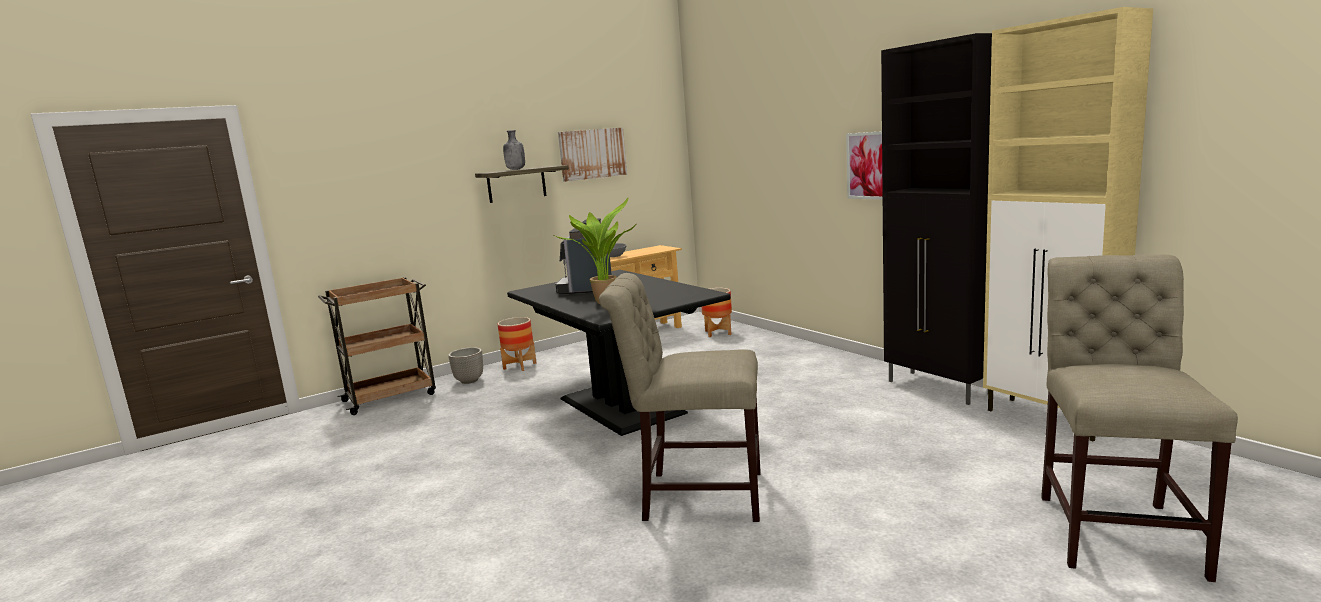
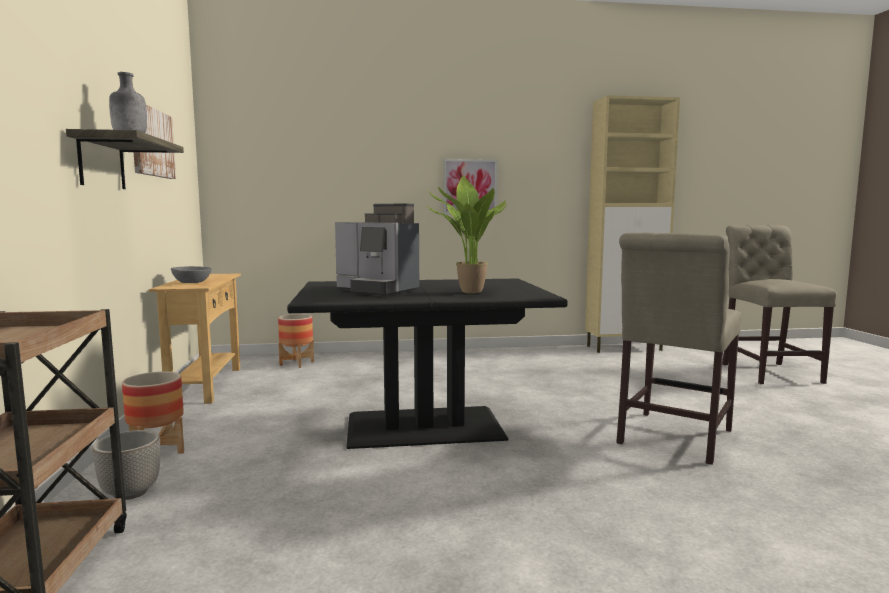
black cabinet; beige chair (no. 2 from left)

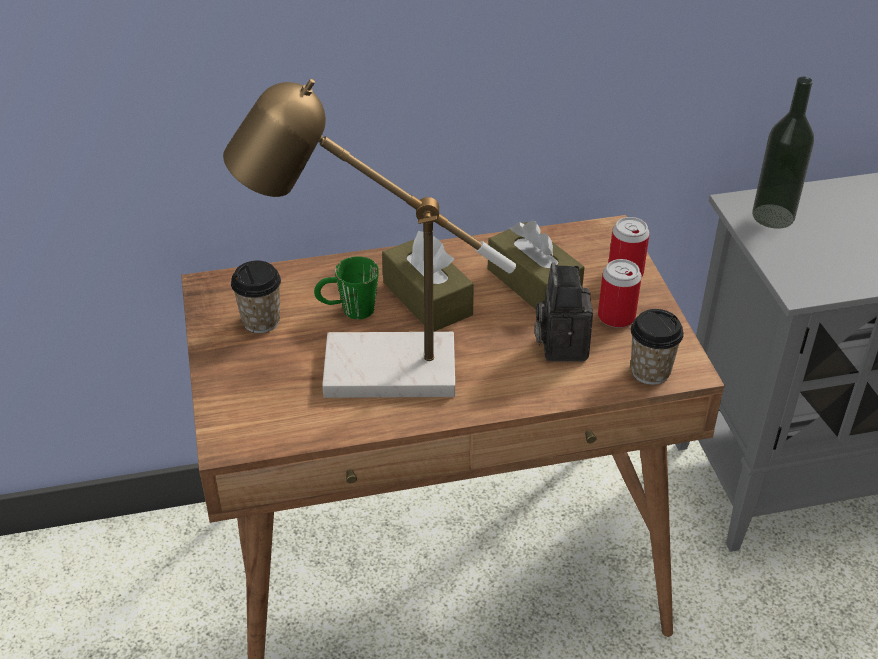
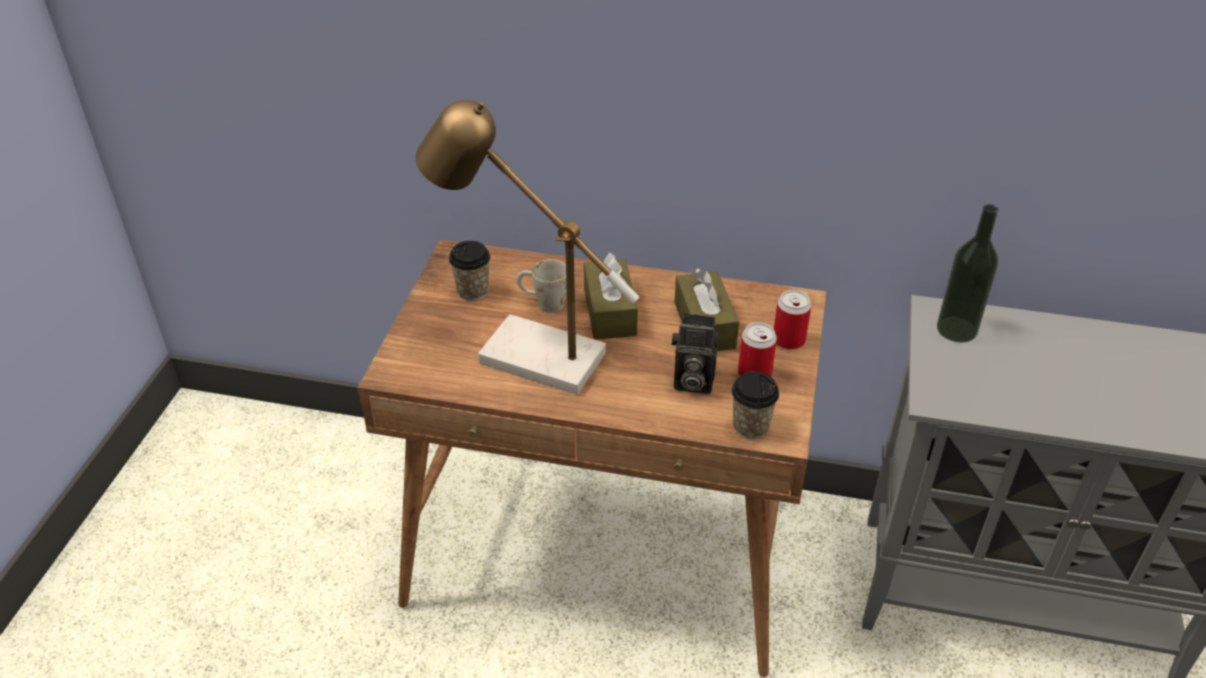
white mug; photo camera

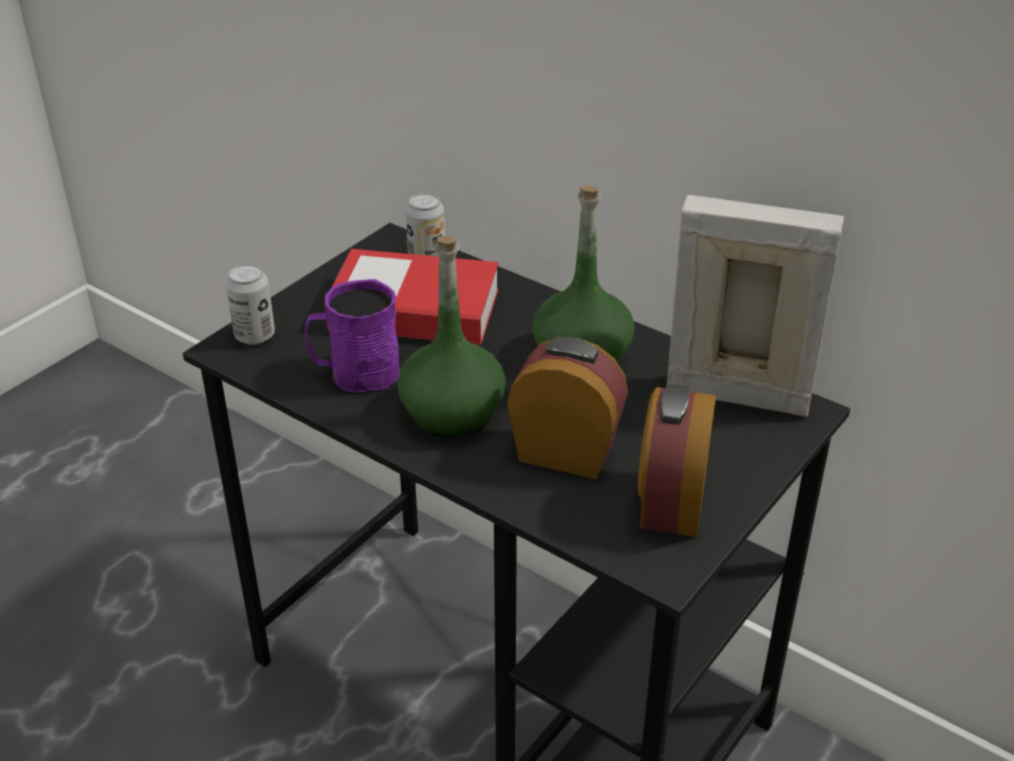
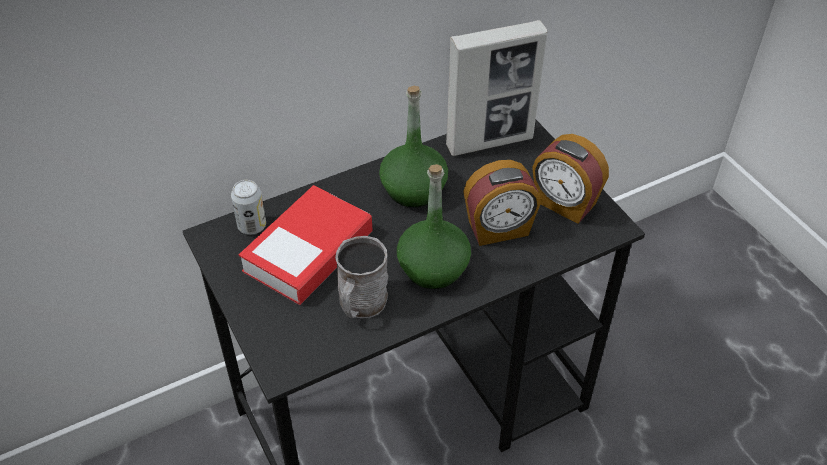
can (no. 1 from left in the first image); grey mug; alarm clock (no. 1 from left); picture frame

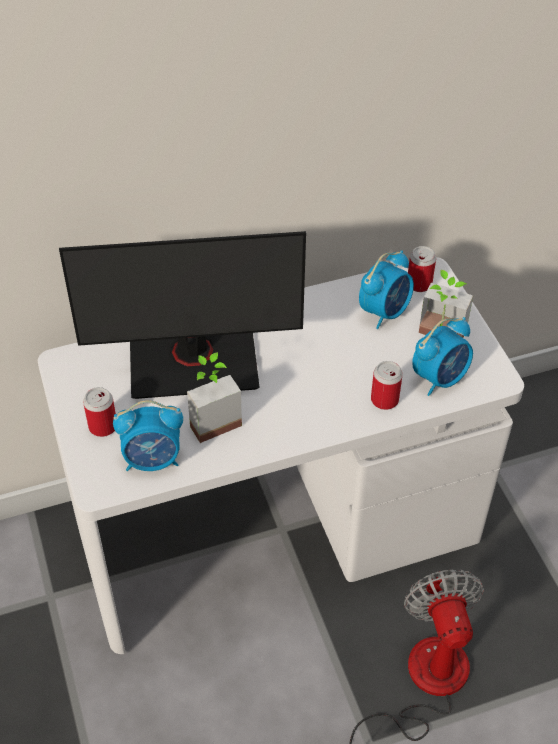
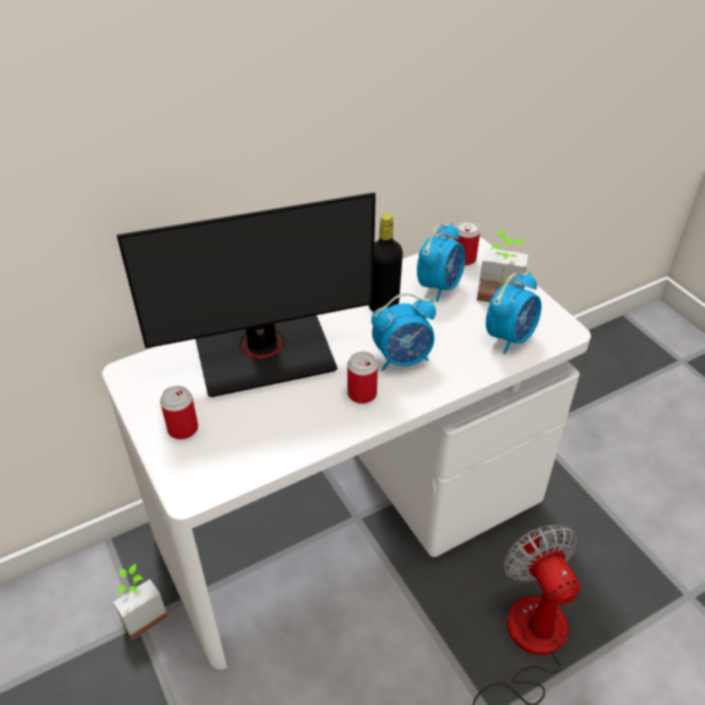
alarm clock (no. 1 from left); potted plant (no. 1 from left); can (no. 2 from left); black bottle

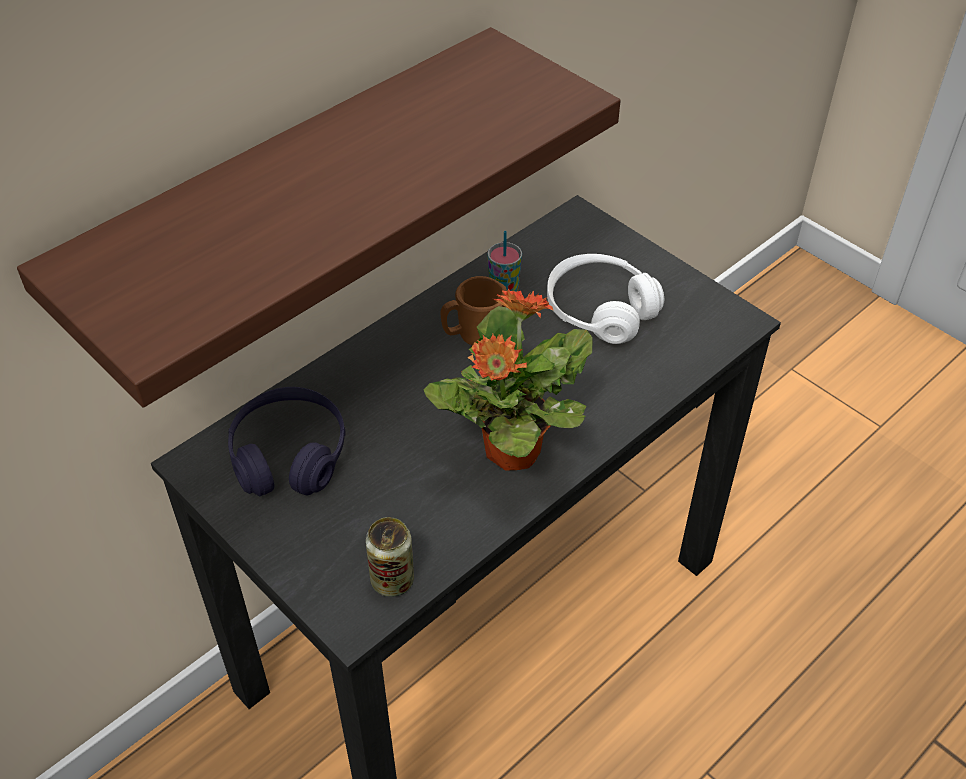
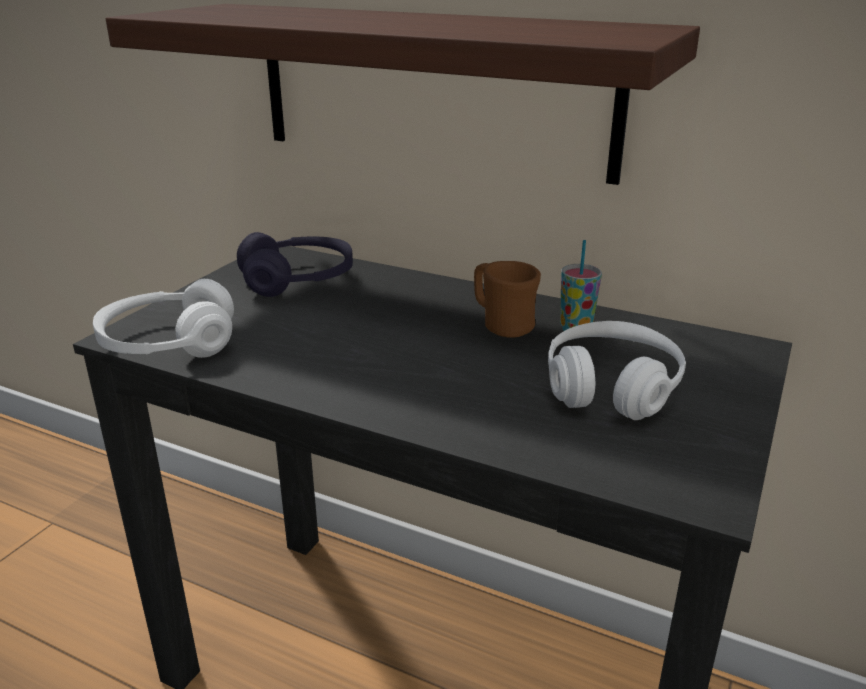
white headphones (no. 1 from left); potted plant

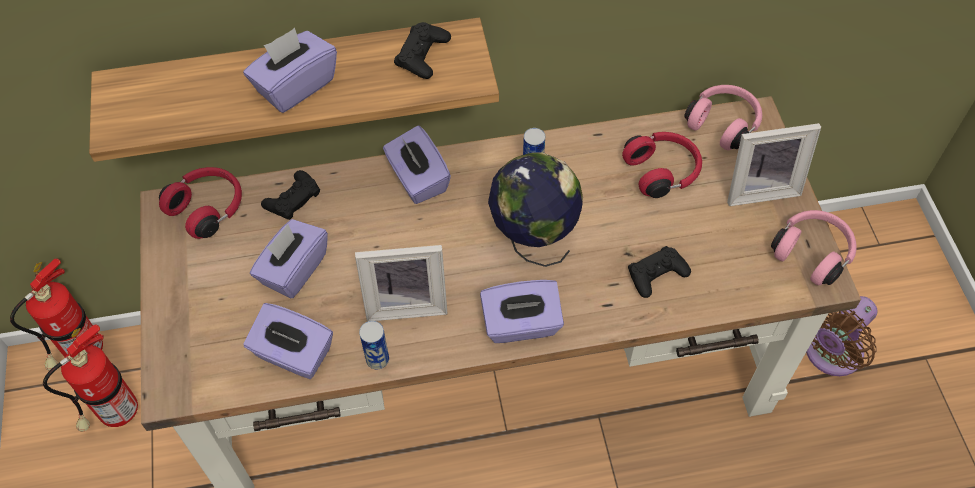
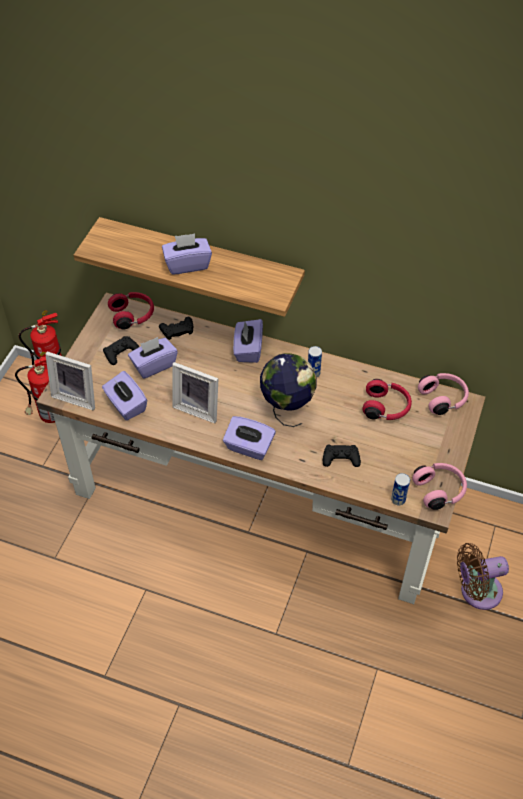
can (no. 2 from left); black game controller (no. 1 from left); picture frame (no. 1 from left)

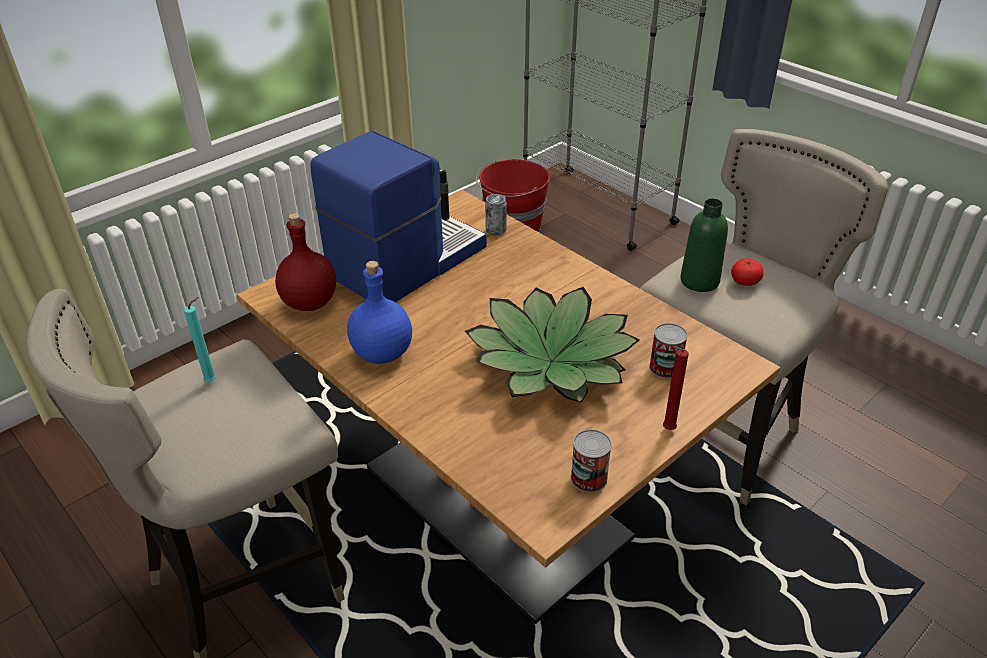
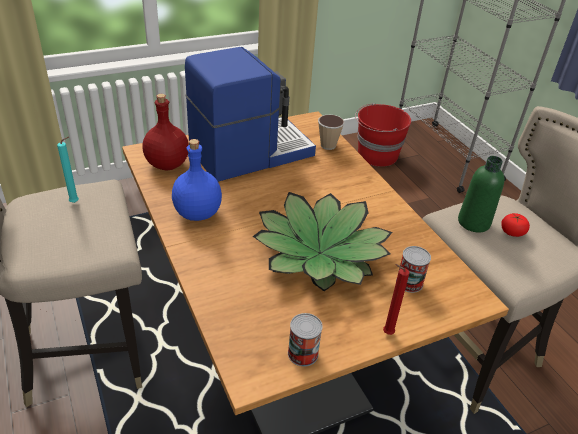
cup

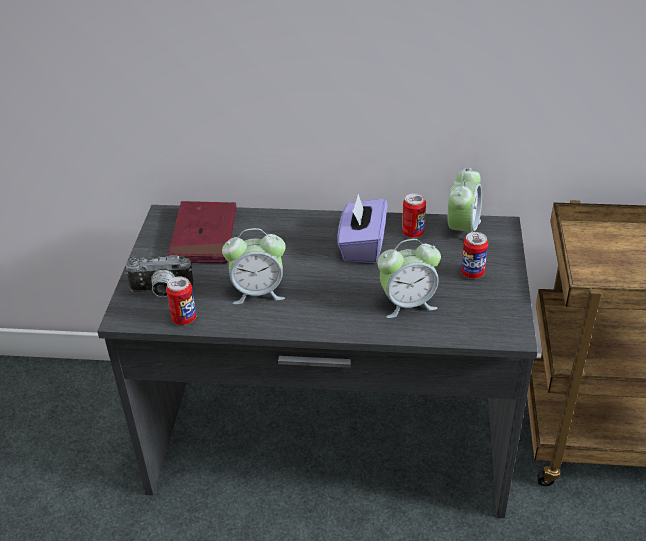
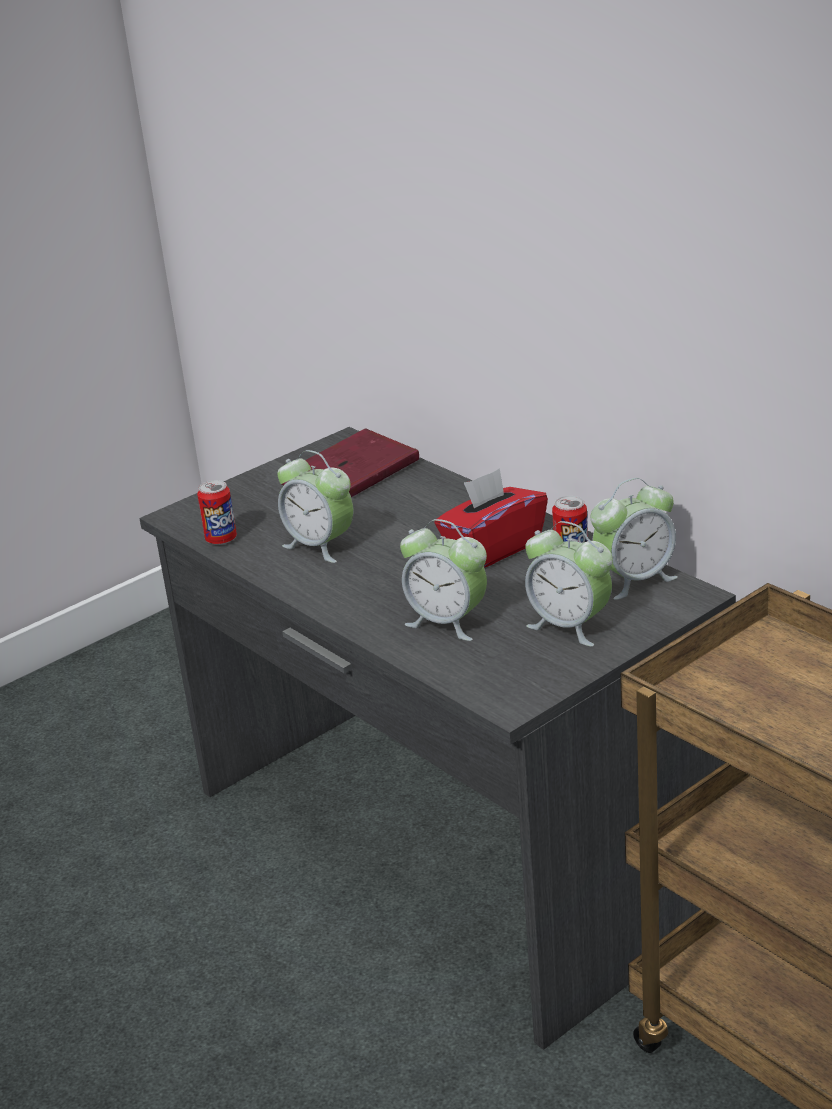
photo camera; red tissue box; alarm clock (no. 3 from left)

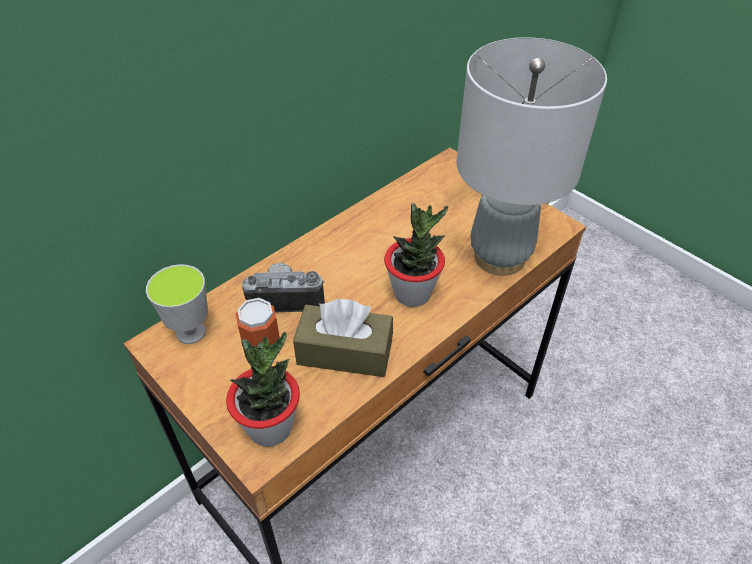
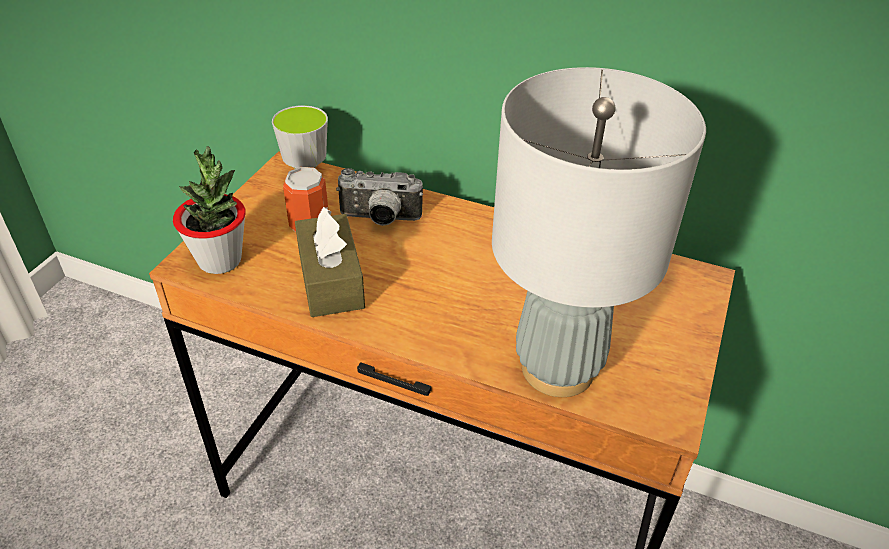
photo camera; potted plant (no. 2 from left in the first image)

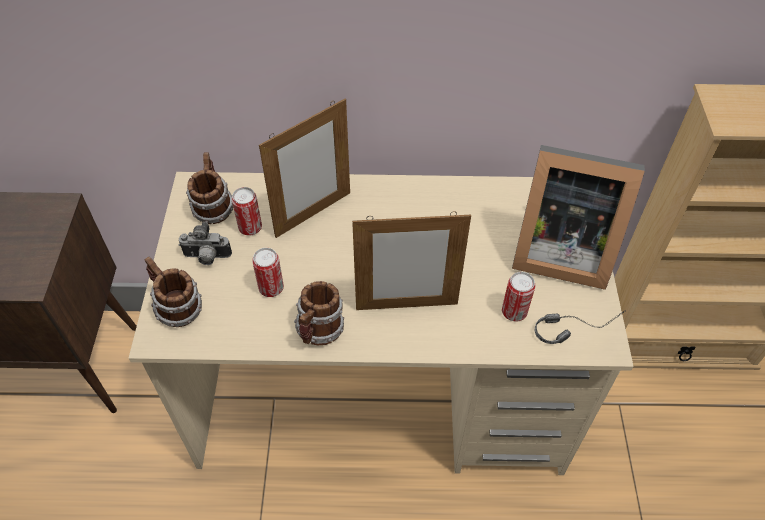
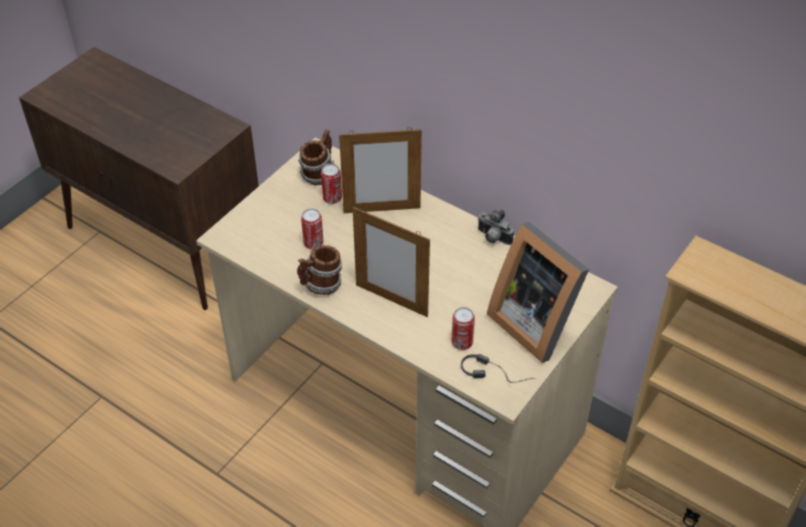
mug (no. 1 from left in the first image); photo camera

